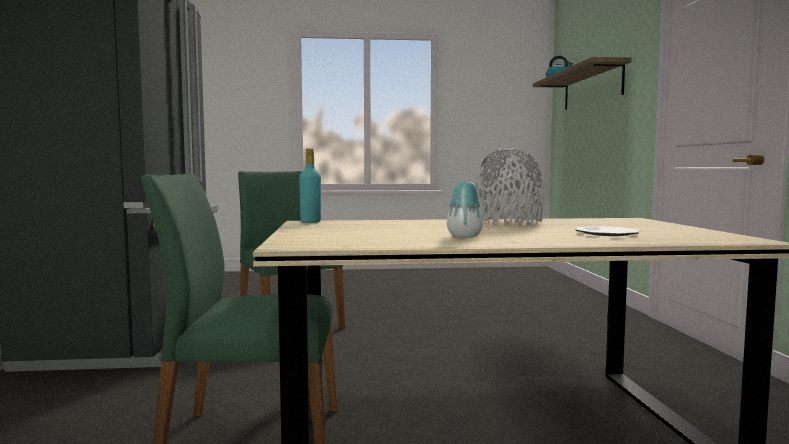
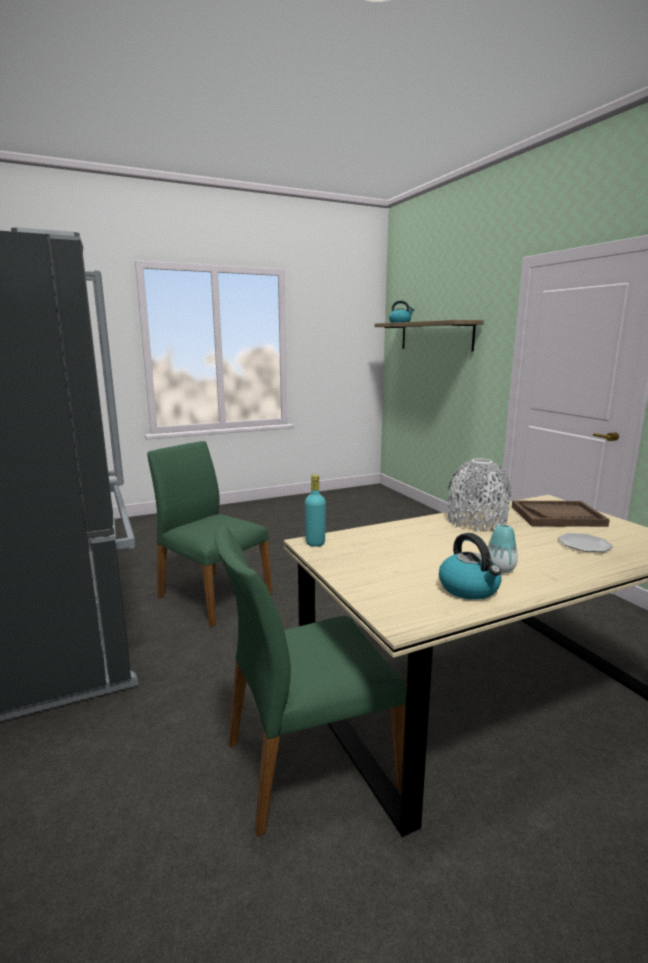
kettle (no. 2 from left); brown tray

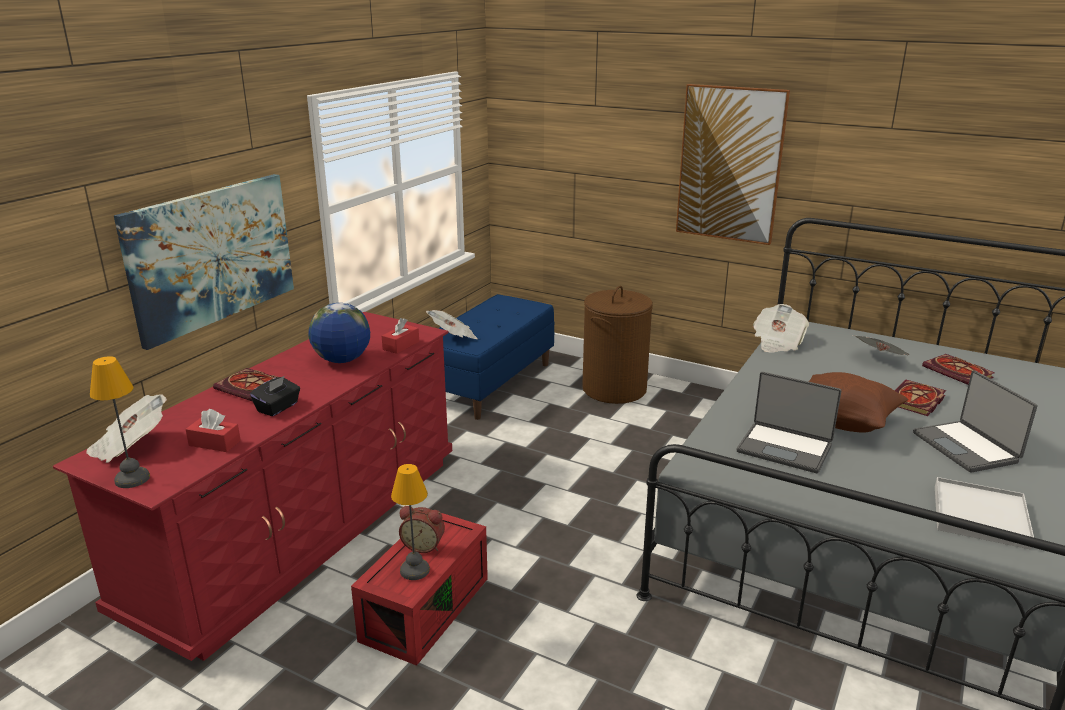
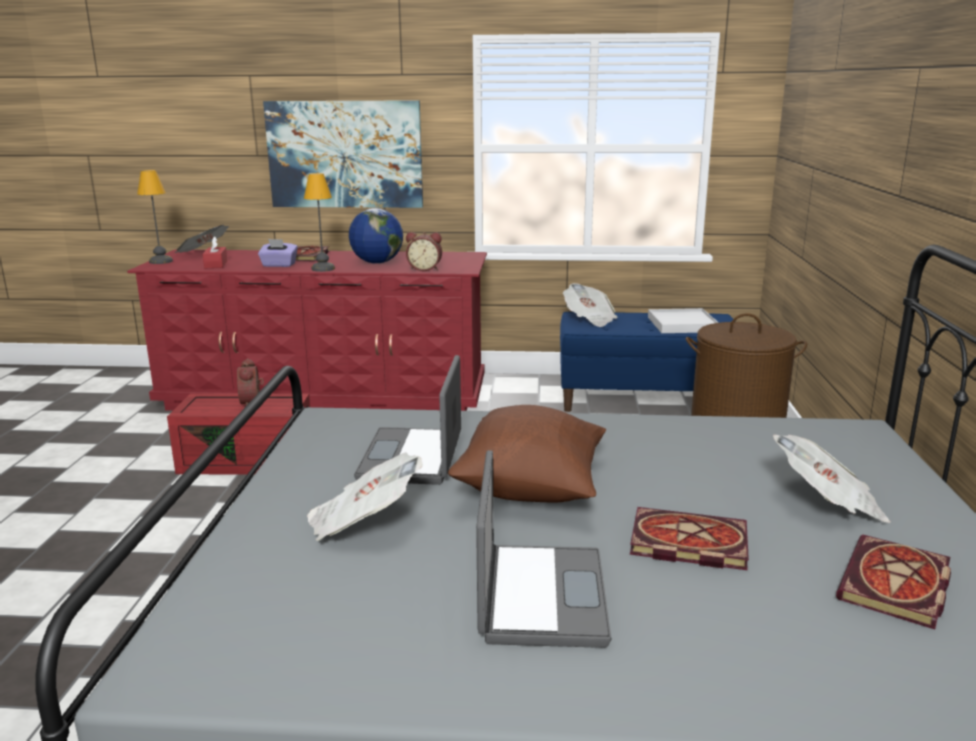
purple tissue box; alarm clock (no. 2 from left); table lamp (no. 2 from left); picture (no. 2 from left in the first image); newspaper (no. 2 from left); laptop (no. 2 from left); white tray

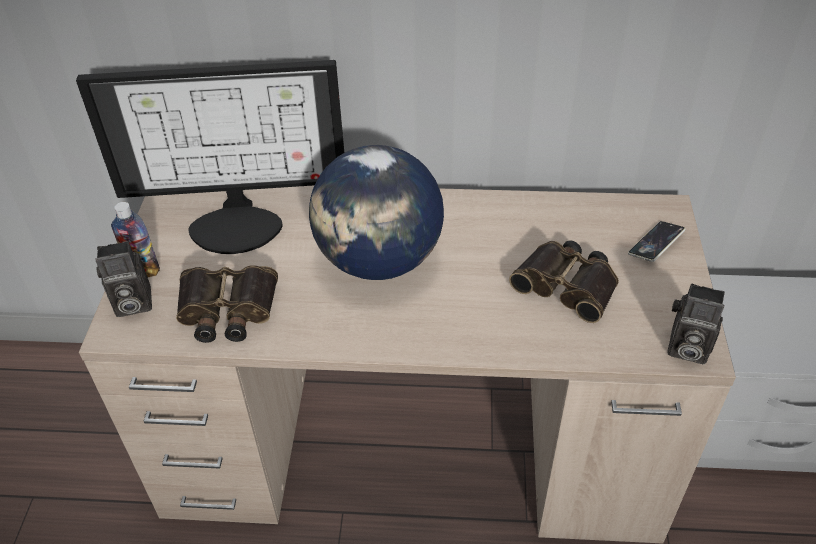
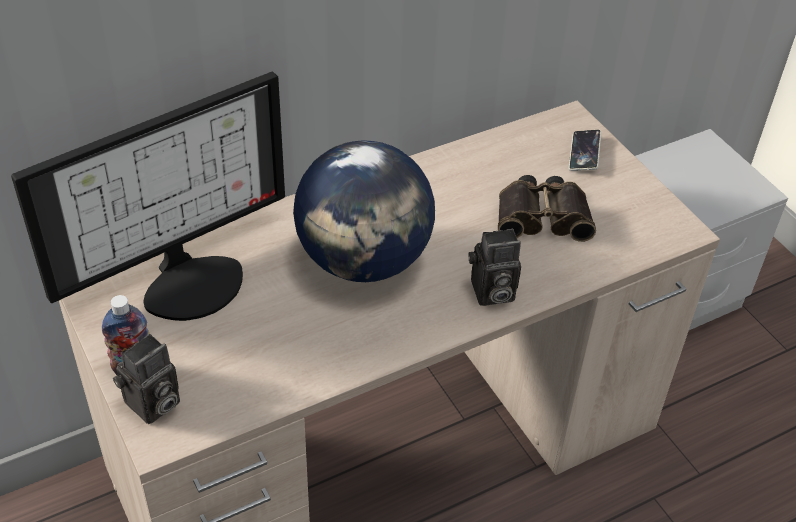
binoculars (no. 1 from left in the first image); photo camera (no. 2 from left)

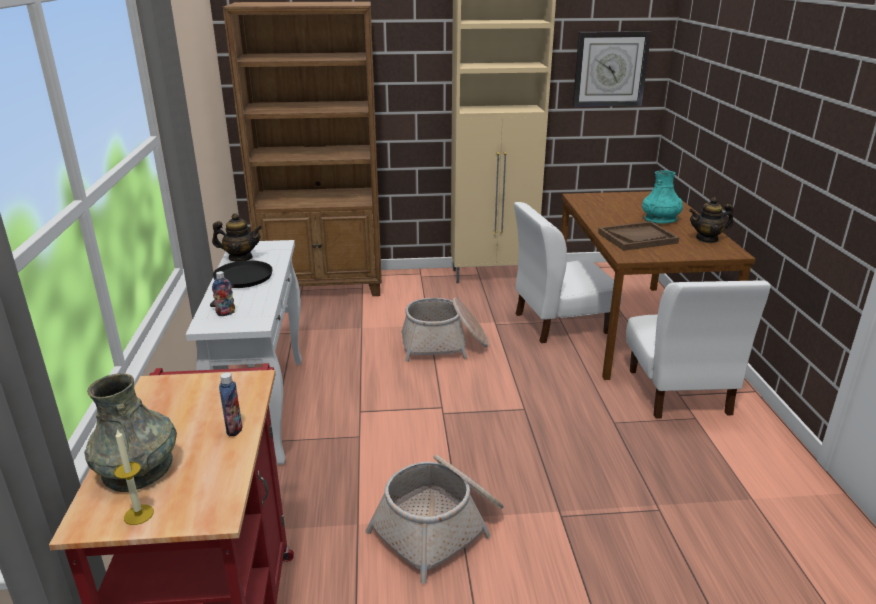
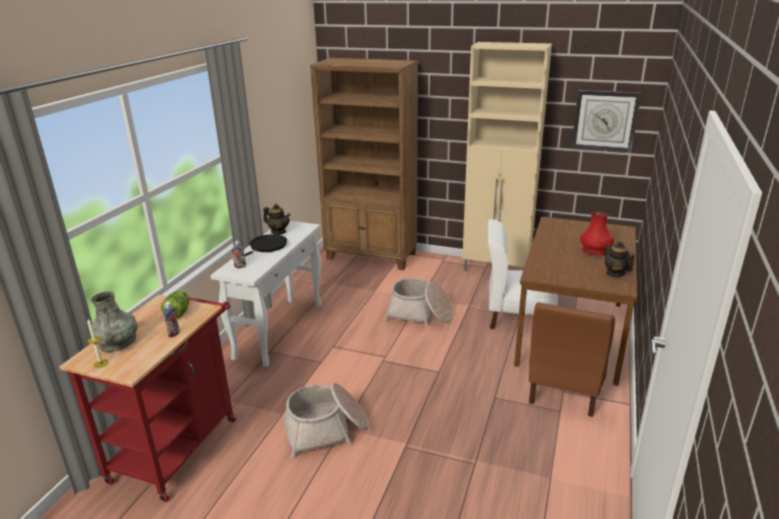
brown tray; brown chair; red vase; teapot (no. 2 from left); lettuce

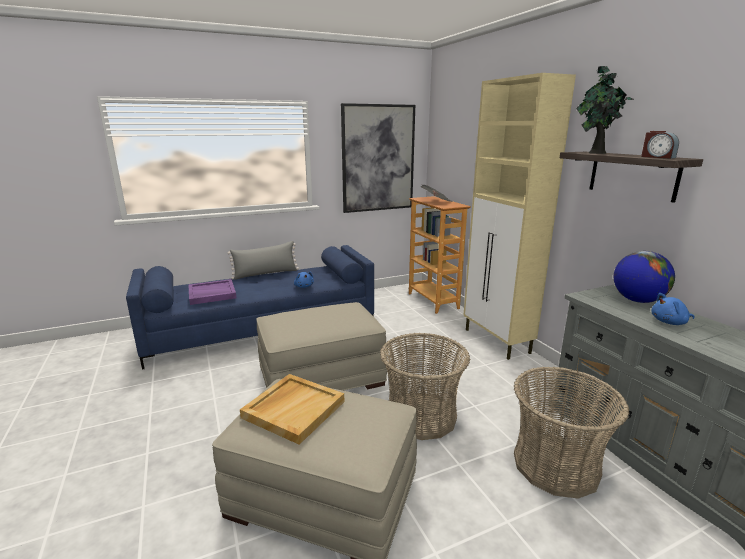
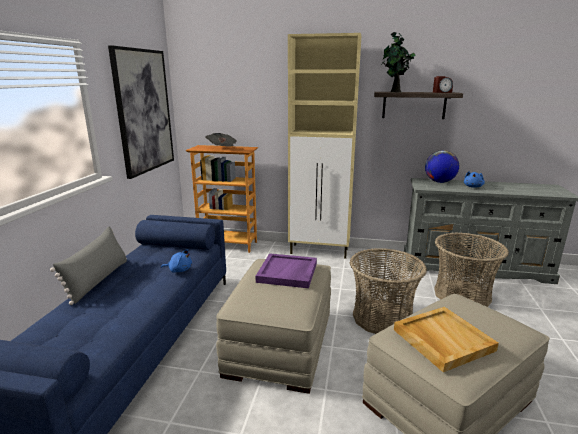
purple tray

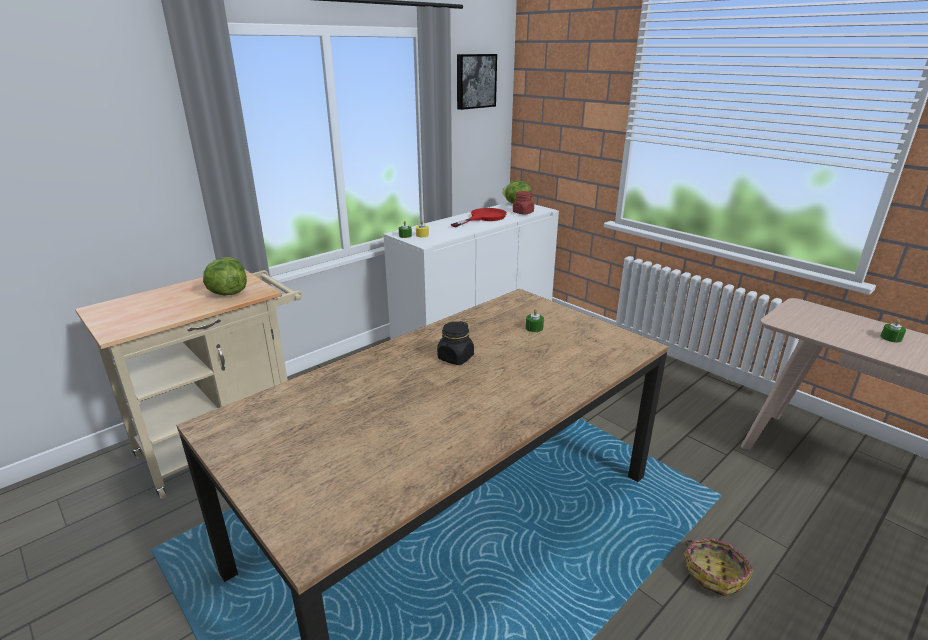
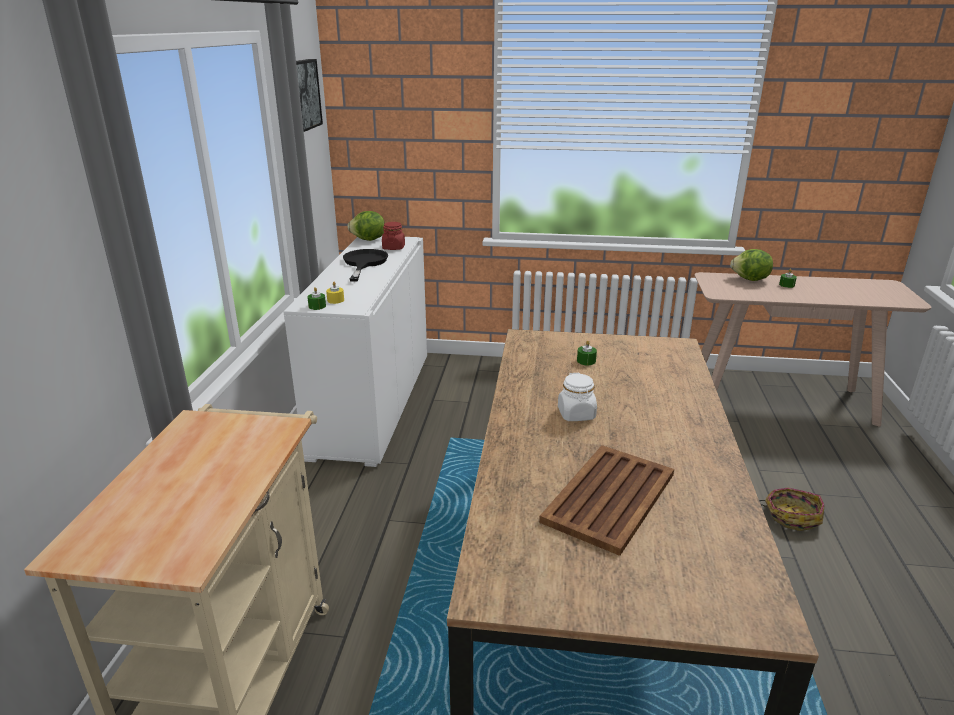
lettuce (no. 2 from left); white jar; black frying pan; brown tray

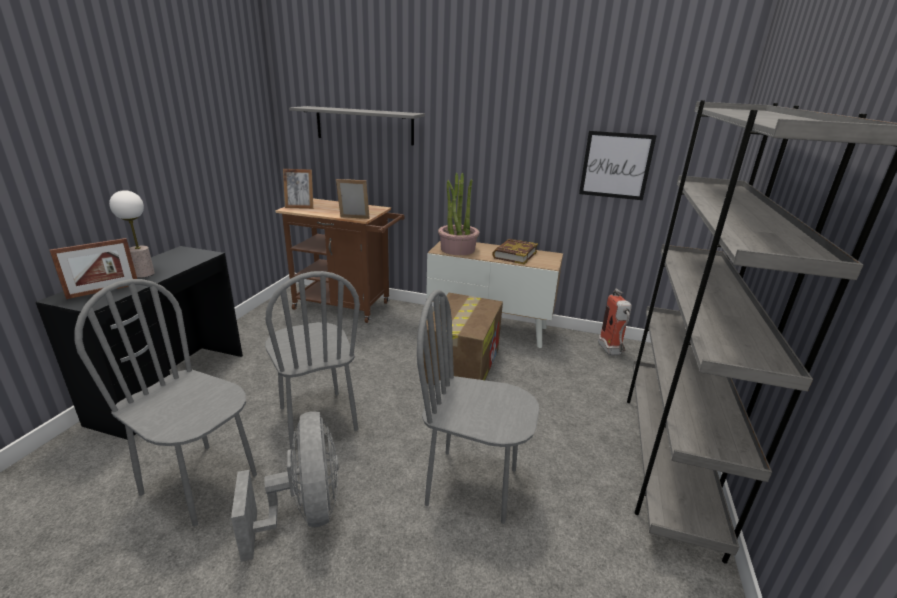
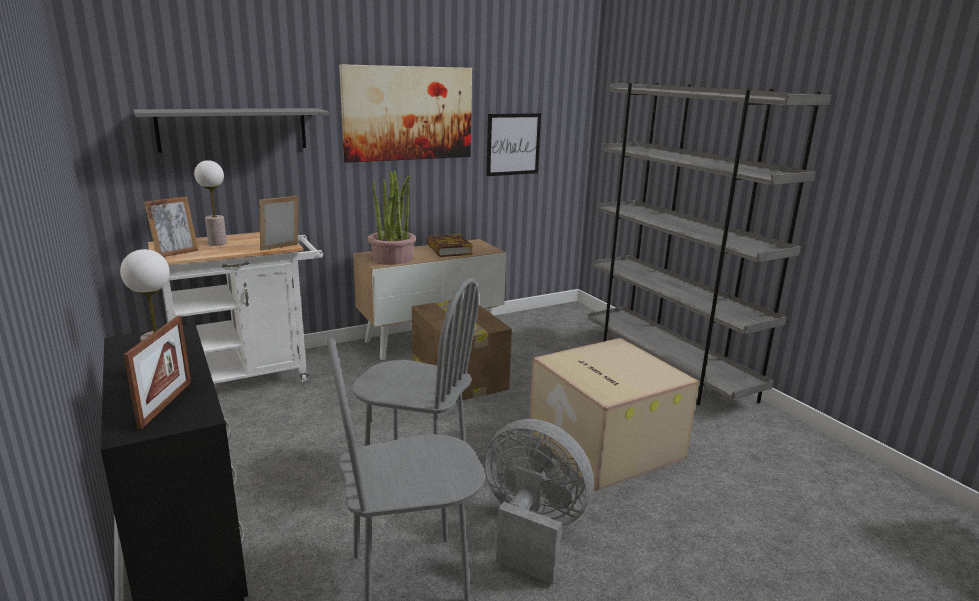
white cart; cardboard box (no. 2 from left); fire extinguisher; table lamp (no. 2 from left); picture (no. 1 from left)

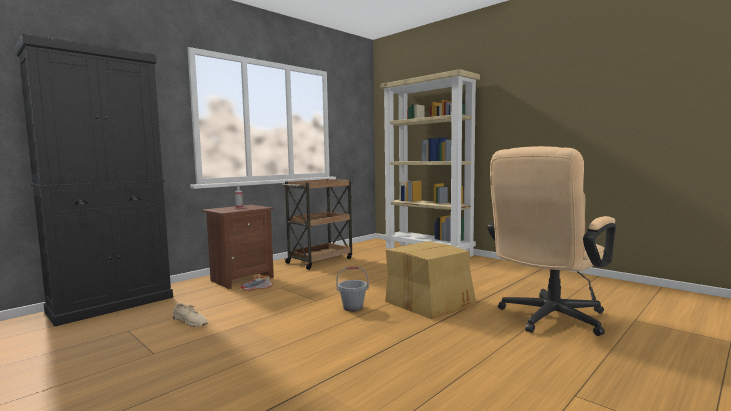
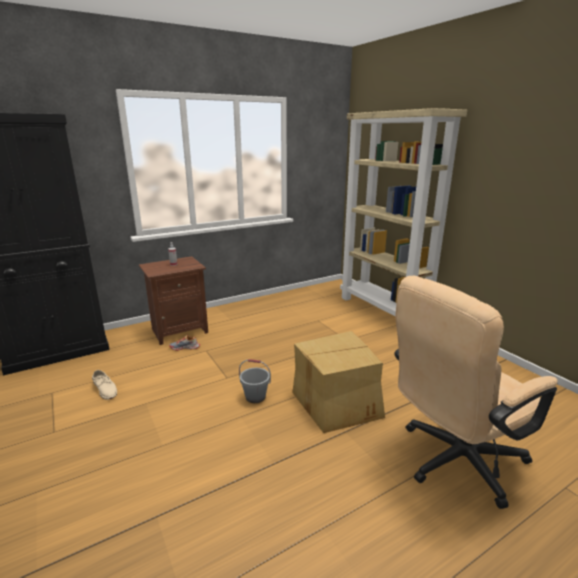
brown cart

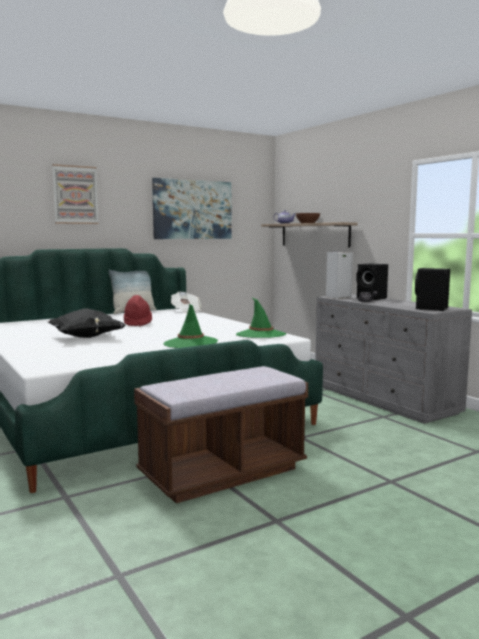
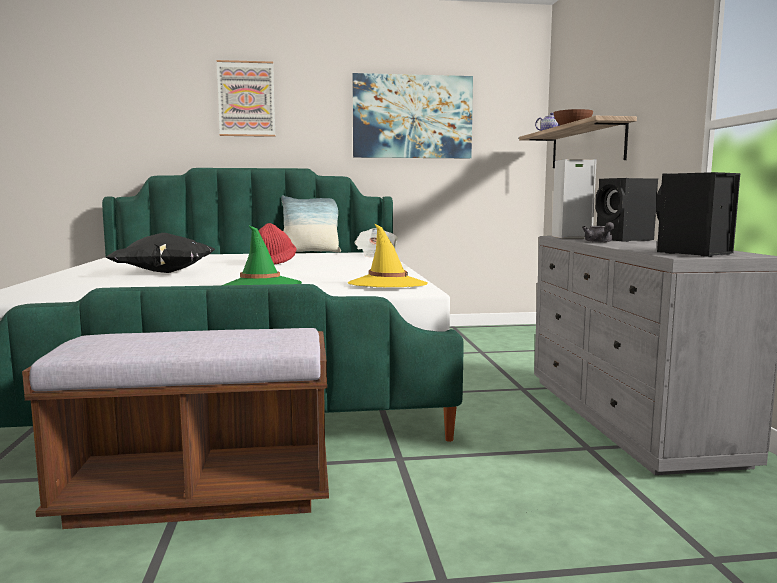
yellow hat

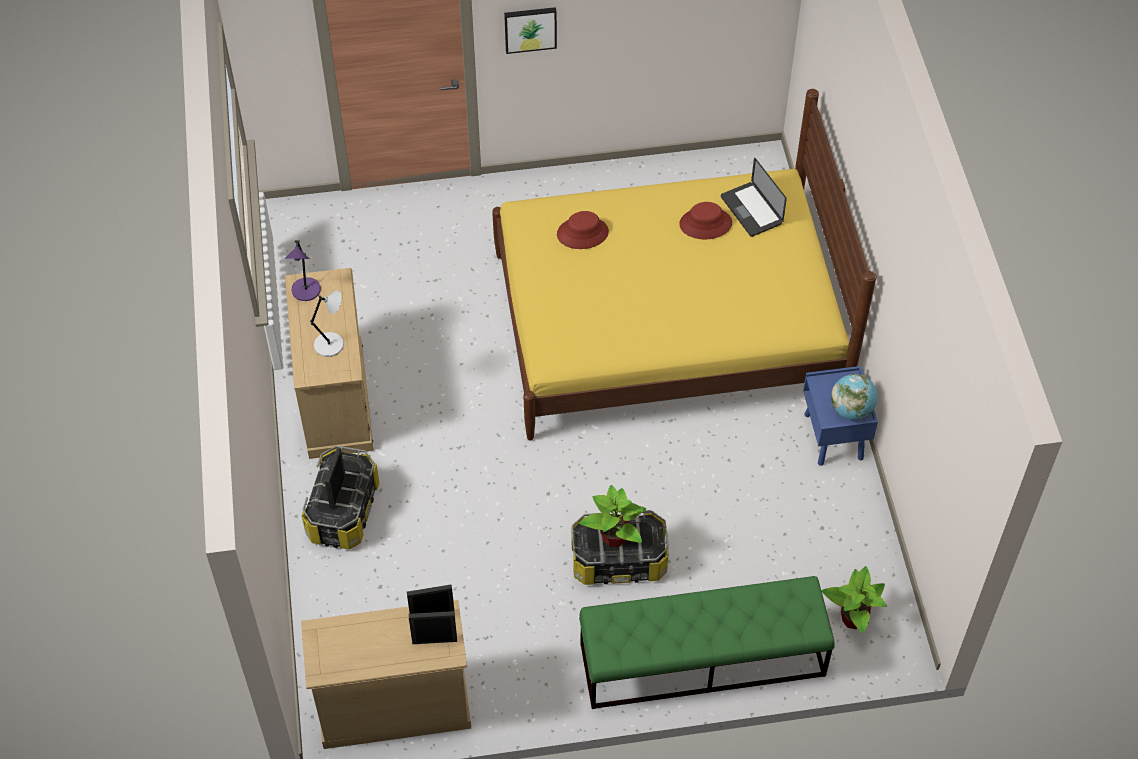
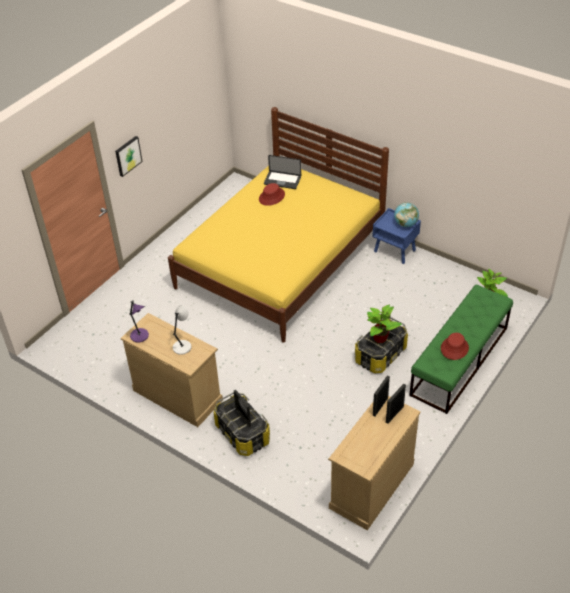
red hat (no. 2 from left)

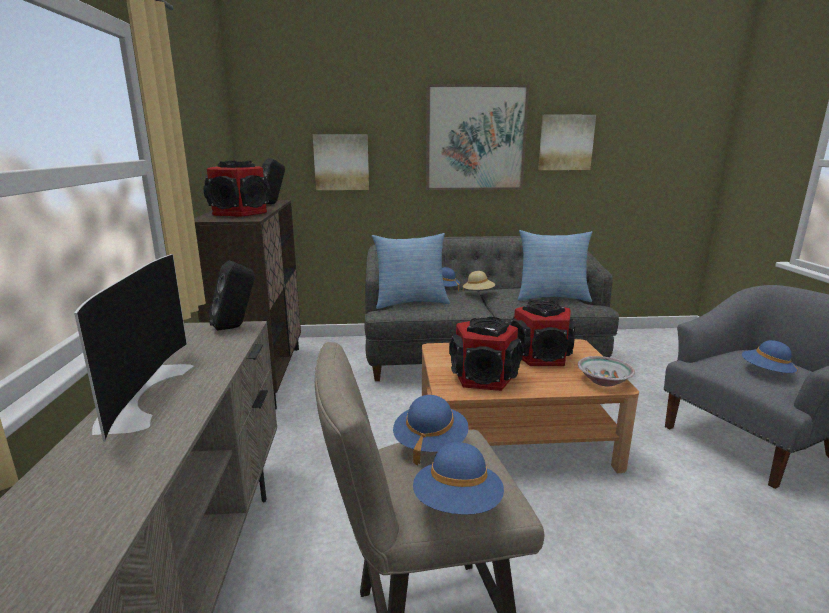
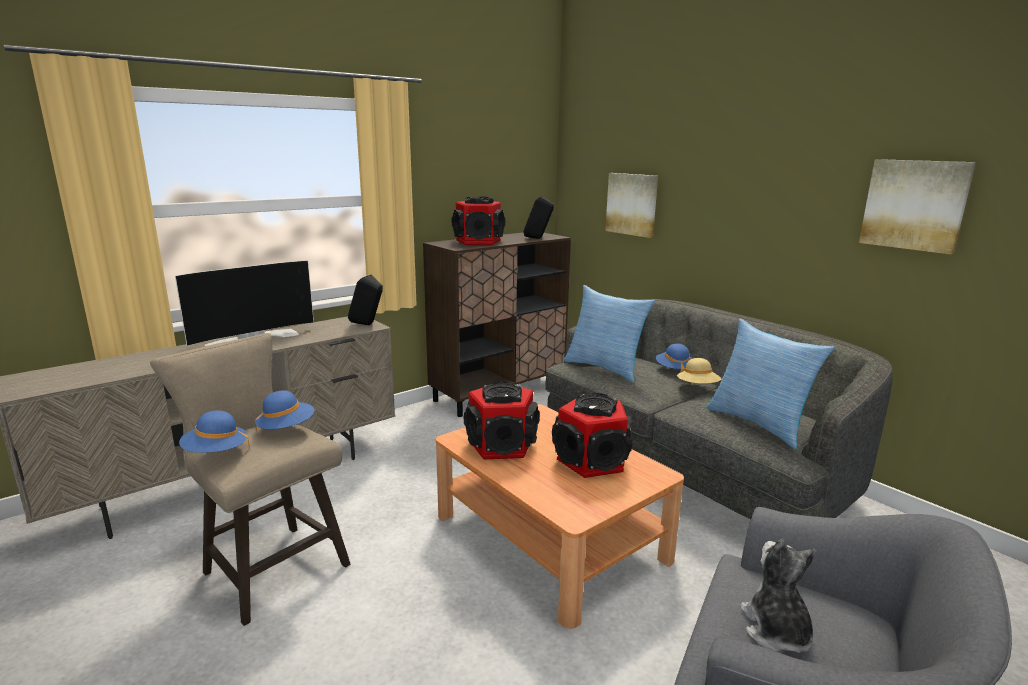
picture (no. 2 from left in the first image); bowl; plush toy

